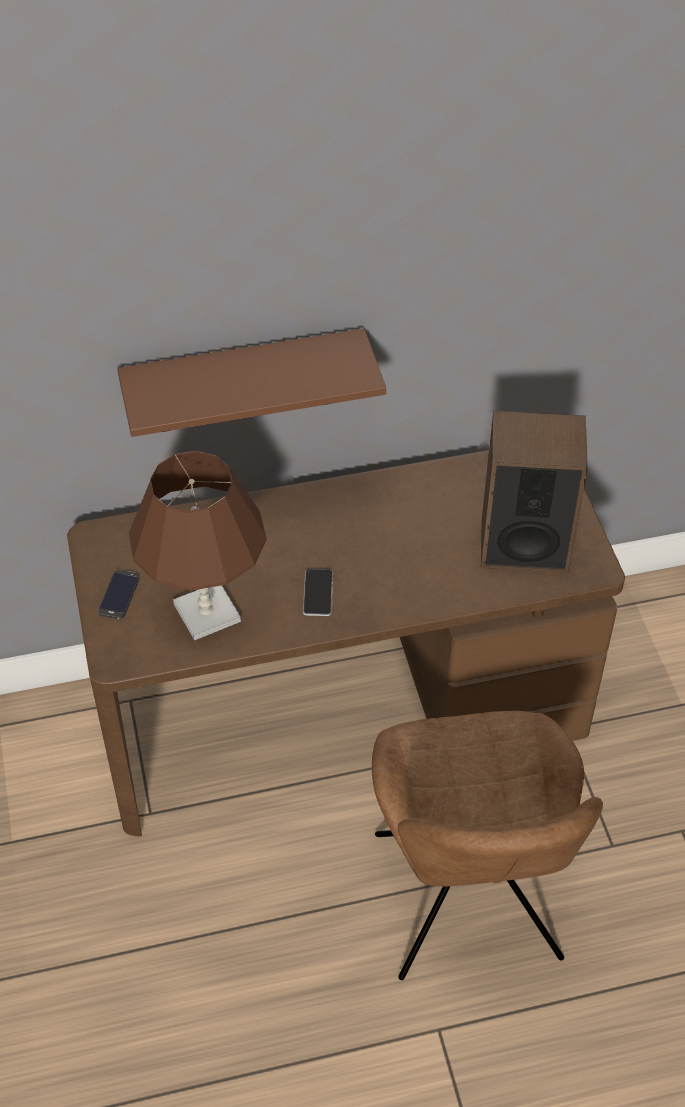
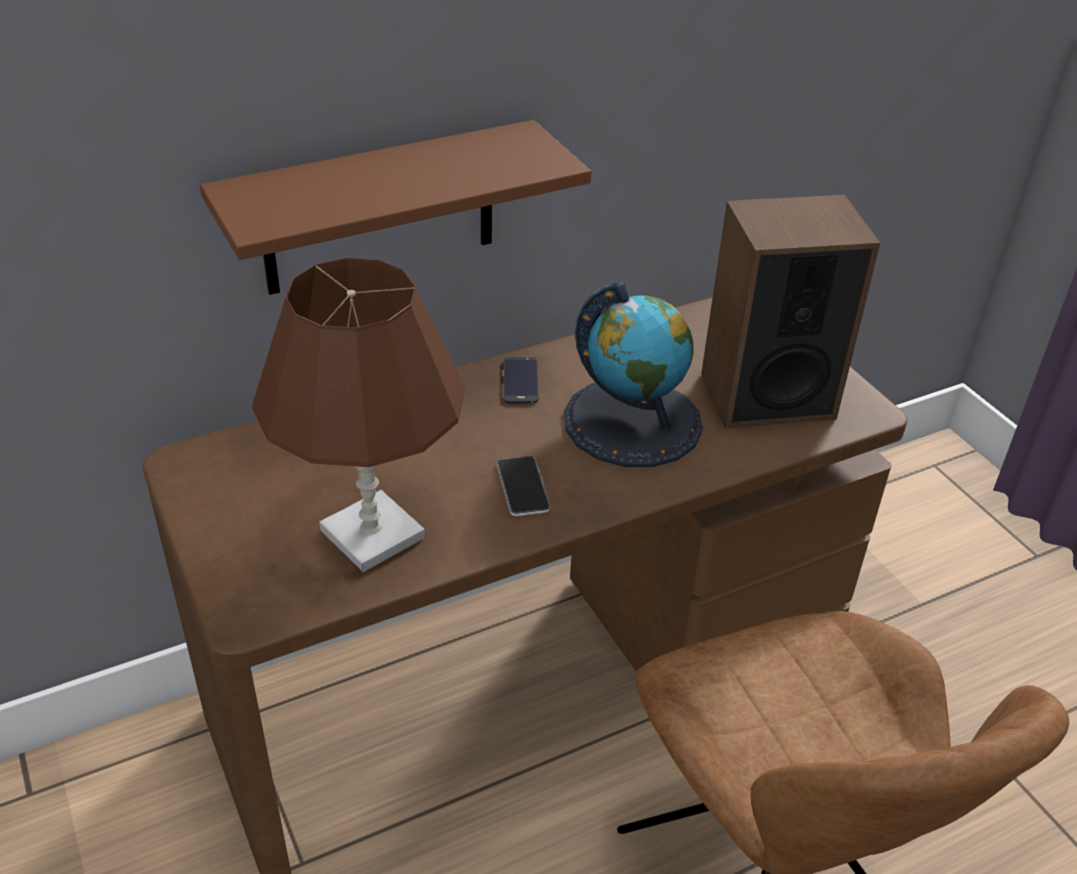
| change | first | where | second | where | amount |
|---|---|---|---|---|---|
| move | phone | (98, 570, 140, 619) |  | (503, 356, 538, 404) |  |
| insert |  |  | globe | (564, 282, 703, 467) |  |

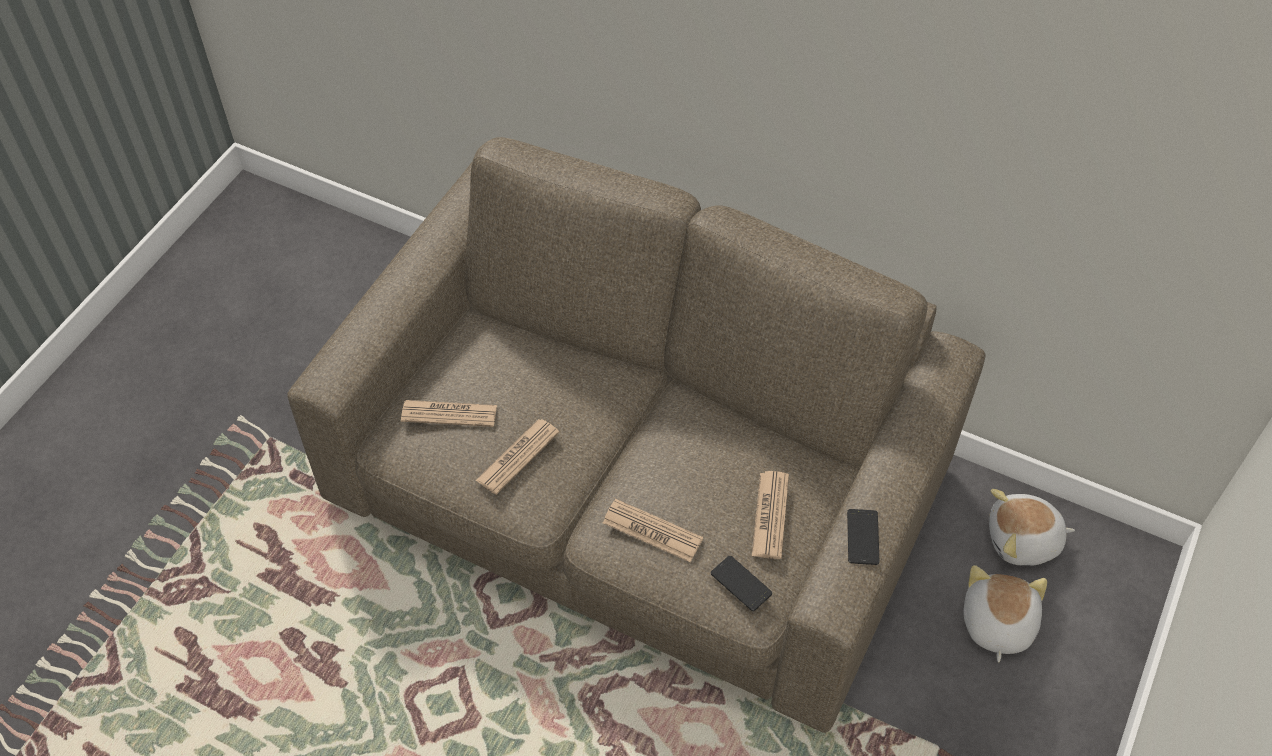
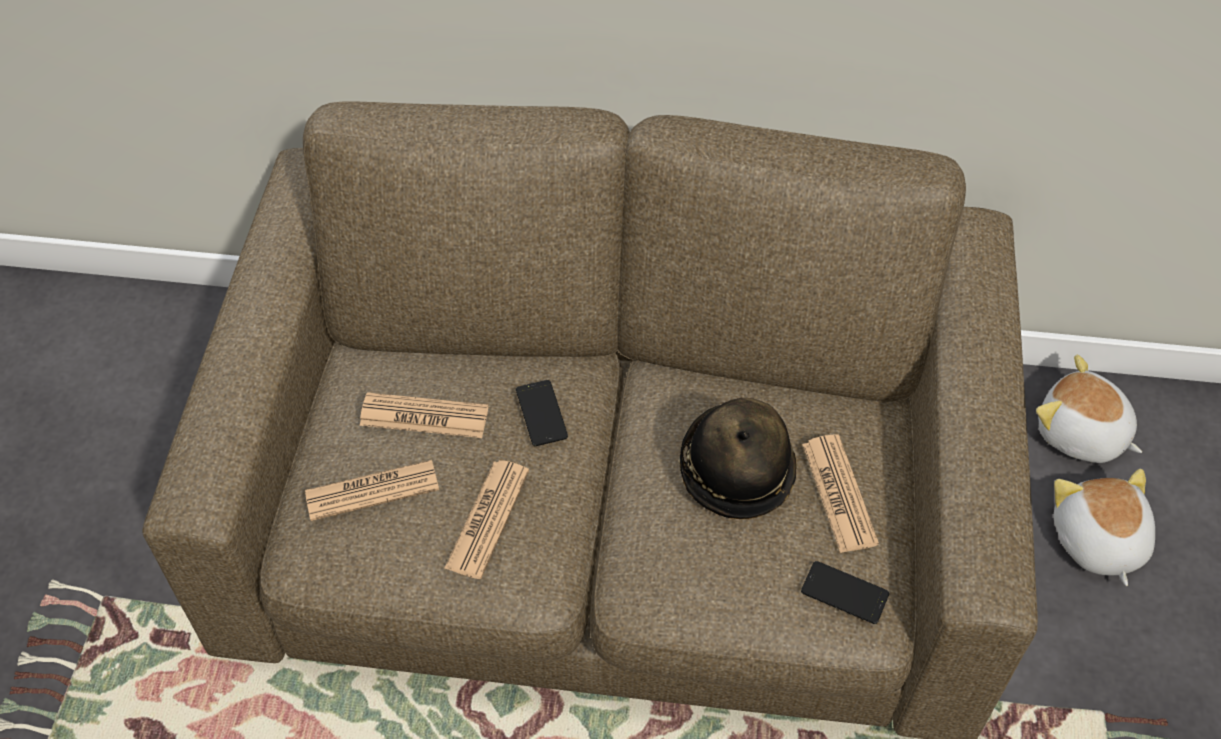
| change | first | where | second | where | amount |
|---|---|---|---|---|---|
| move | newspaper | (603, 499, 703, 562) |  | (360, 392, 488, 438) |  |
| move | phone | (847, 509, 879, 565) |  | (516, 380, 568, 446) |  |
| insert |  |  | hat | (680, 398, 797, 519) |  |
| rotate | plush toy | (989, 489, 1075, 565) |  | (1036, 355, 1142, 463) | 60 degrees clockwise |

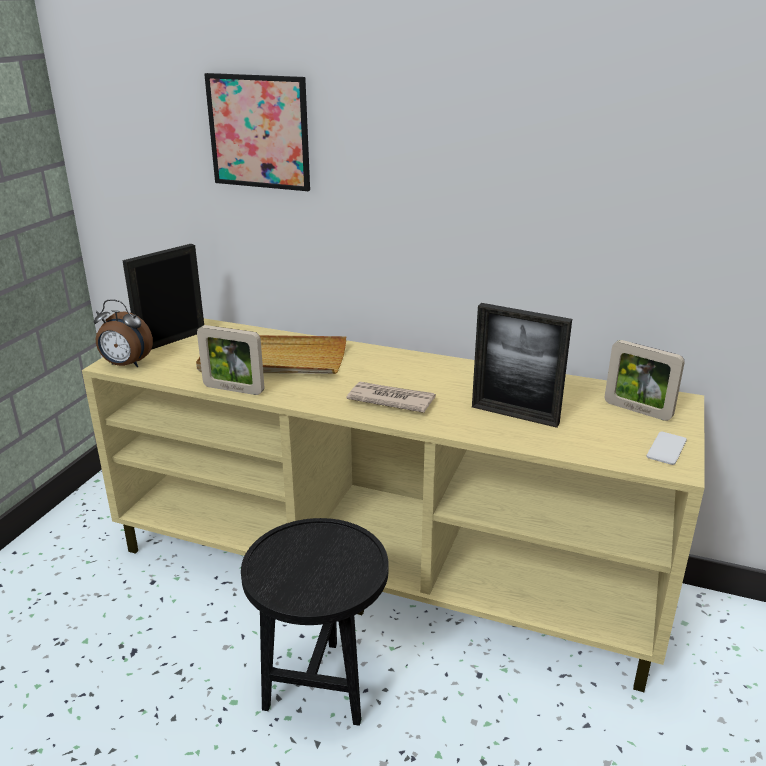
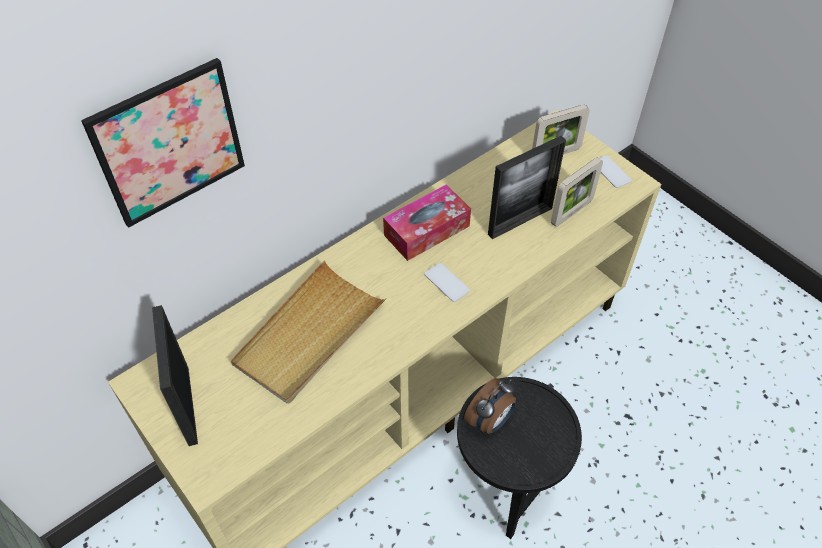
| change | first | where | second | where | amount |
|---|---|---|---|---|---|
| insert |  |  | tissue box | (383, 184, 471, 261) |  |
| replace | newspaper | (347, 382, 436, 413) | phone | (424, 263, 470, 302) |  |
| move | alarm clock | (94, 299, 153, 367) |  | (464, 378, 516, 434) |  |
| move | picture frame | (197, 325, 264, 395) |  | (551, 157, 603, 227) |  |

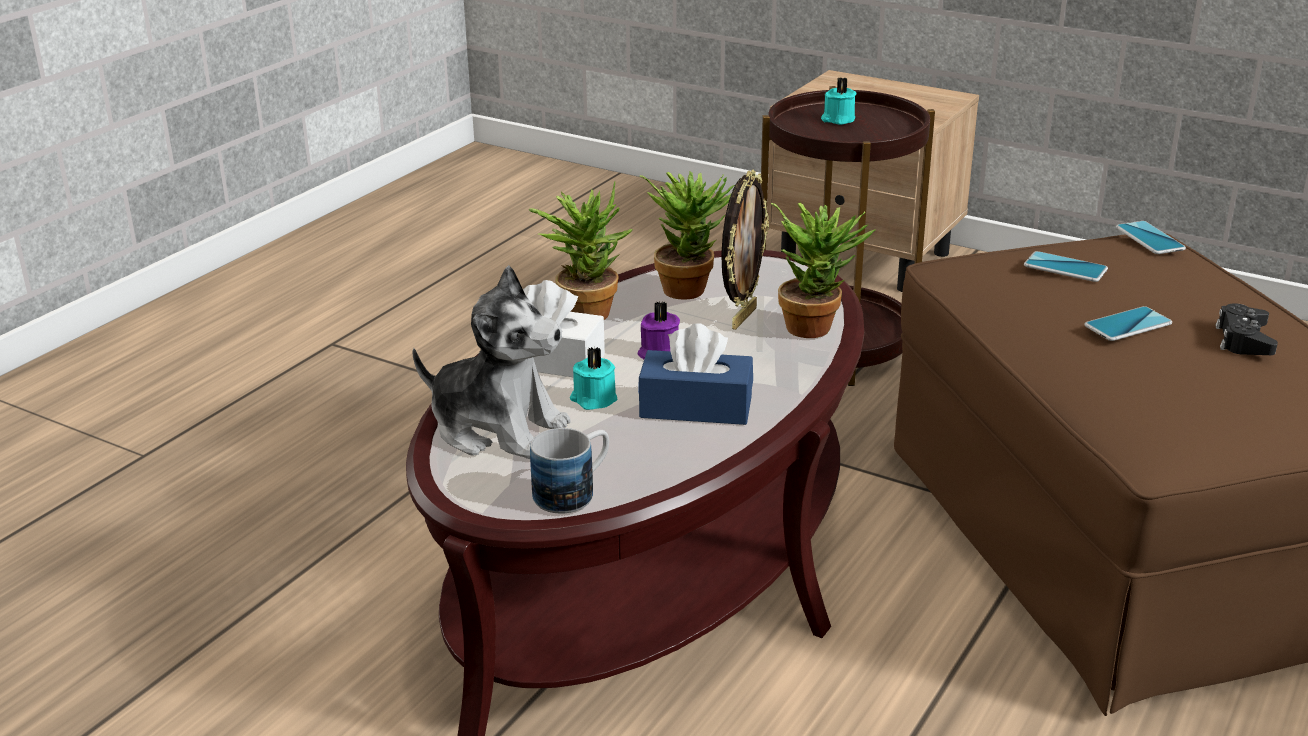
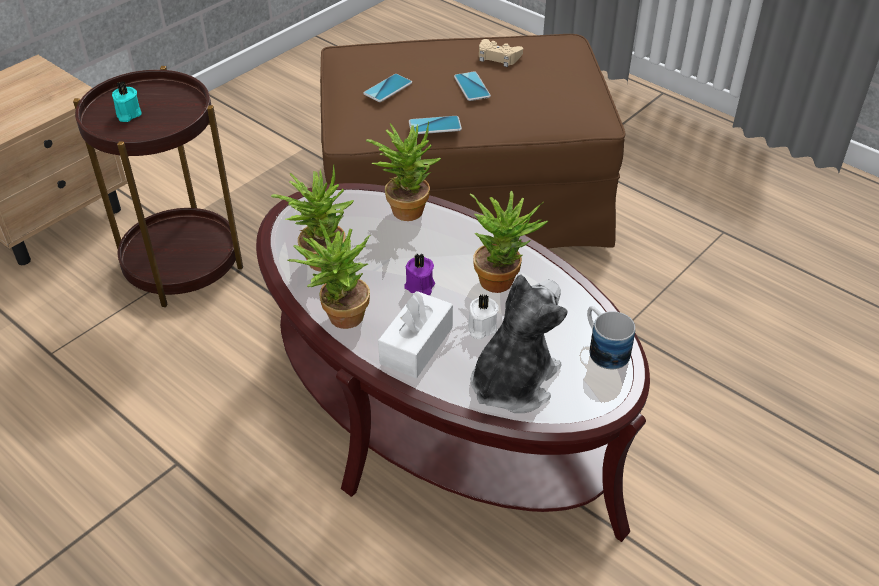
| change | first | where | second | where | amount |
|---|---|---|---|---|---|
| move | phone | (1116, 221, 1186, 254) |  | (409, 116, 462, 134) |  |
| recolor | turquoise candle | (570, 347, 617, 410) | white candle | (468, 294, 499, 339) |  |
| replace | blue tissue box | (638, 323, 753, 425) | potted plant | (470, 190, 548, 293) |  |
| recolor | black game controller | (1215, 303, 1278, 355) | beige game controller | (479, 39, 523, 67) |  |
| delete | picture frame | (721, 170, 769, 330) |  |  |  |

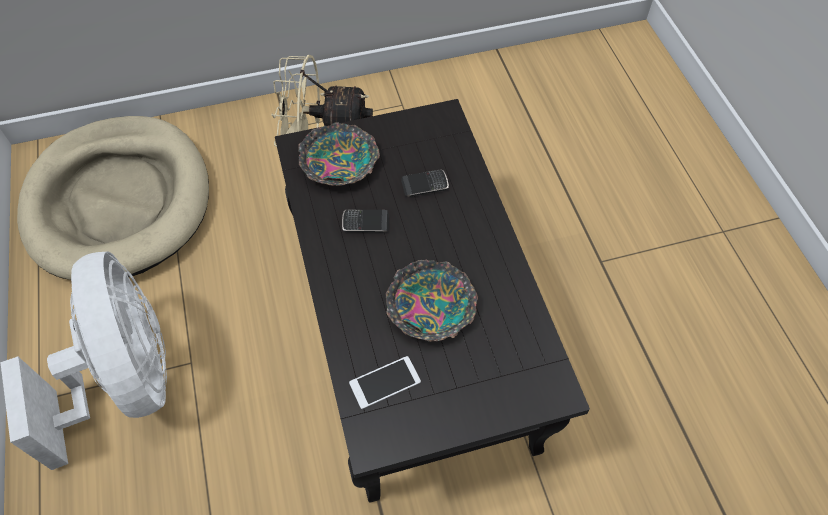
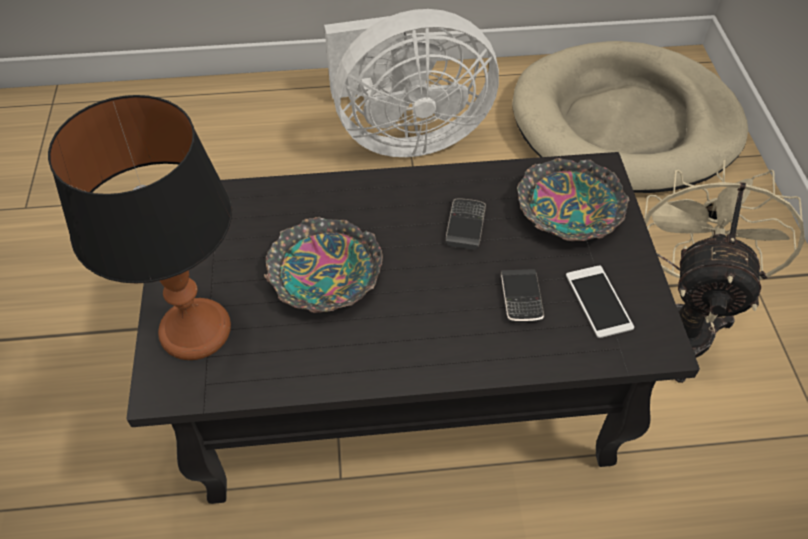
| change | first | where | second | where | amount |
|---|---|---|---|---|---|
| insert |  |  | table lamp | (48, 95, 232, 360) |  |
| move | phone | (349, 356, 421, 409) |  | (566, 266, 634, 338) |  |

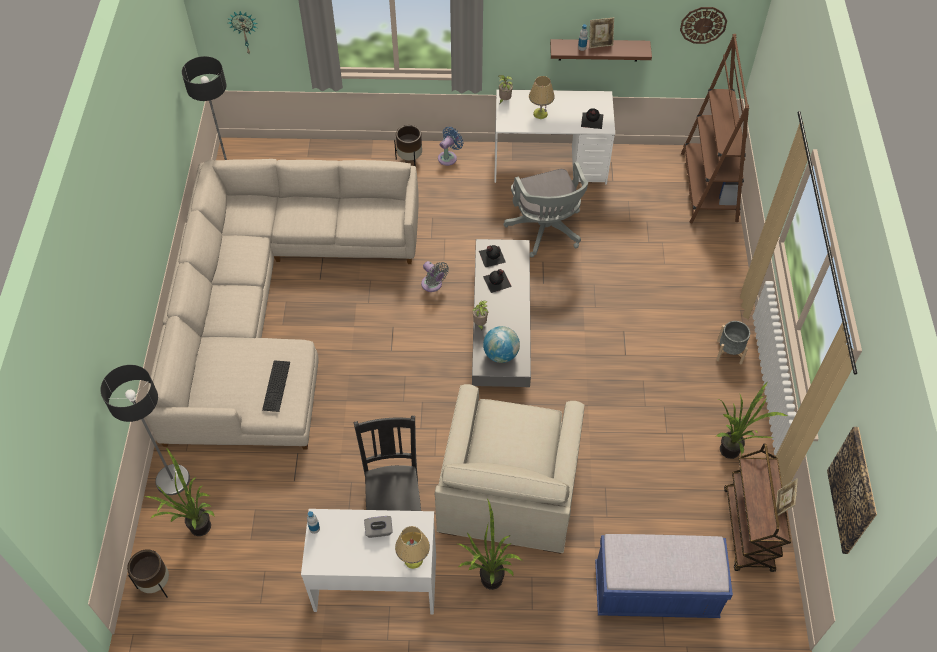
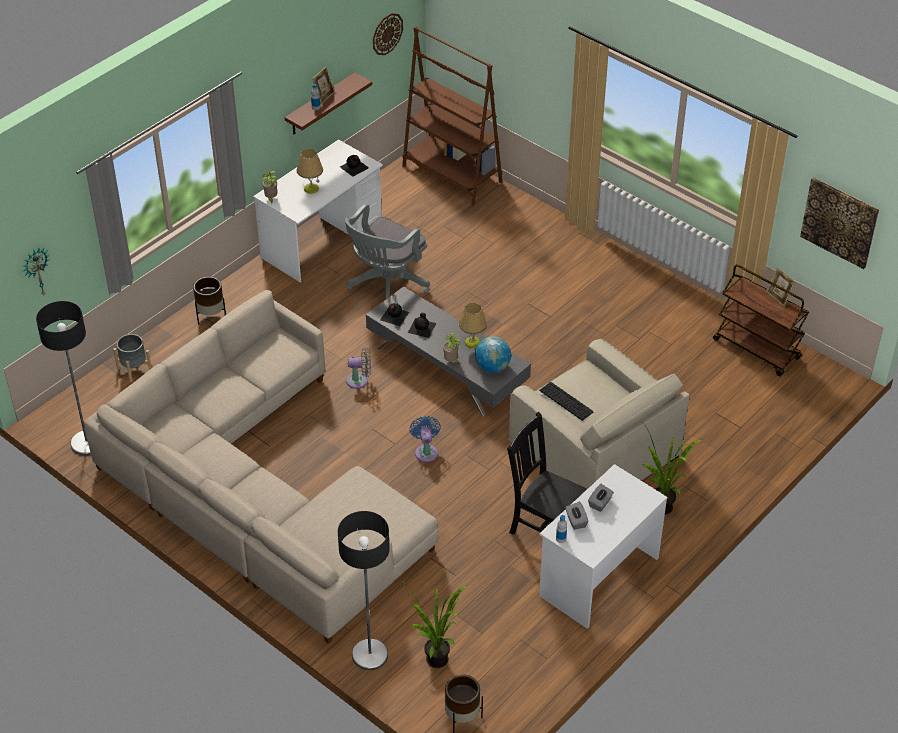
| change | first | where | second | where | amount |
|---|---|---|---|---|---|
| move | grey planter | (716, 321, 750, 364) |  | (113, 334, 152, 382) |  |
| rotate | grey office chair | (504, 162, 588, 257) |  | (345, 204, 430, 299) | 105 degrees clockwise |
| move | blue fan | (438, 126, 463, 166) |  | (410, 416, 441, 462) |  |
| move | table lamp | (395, 526, 430, 569) |  | (459, 303, 487, 348) |  |
| move | keyboard | (262, 360, 290, 412) |  | (539, 382, 594, 421) |  |
| insert |  |  | grey tissue box | (565, 502, 588, 530) |  |
| delete | blue bench | (595, 534, 733, 618) |  |  |  |
| delete | potted plant | (715, 383, 787, 459) |  |  |  |

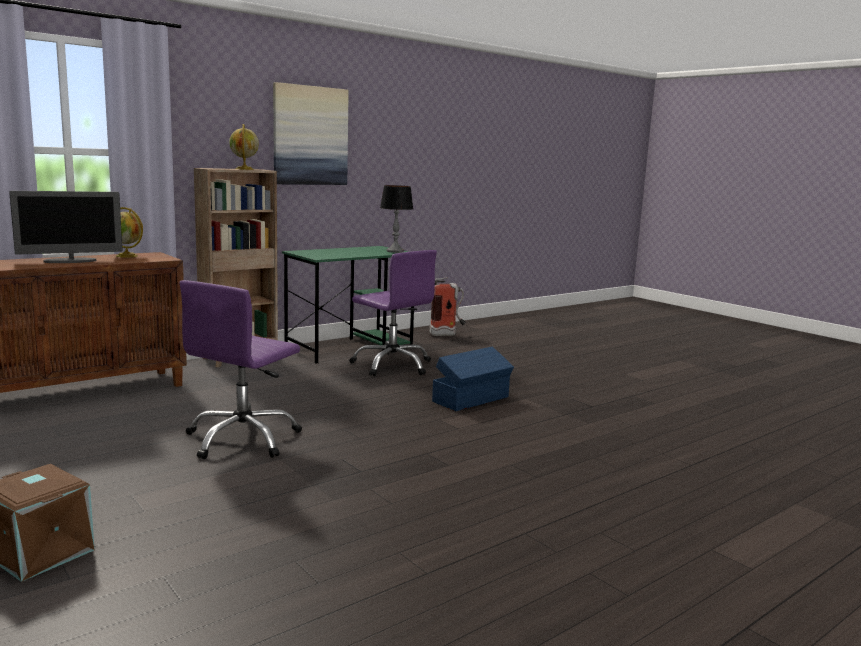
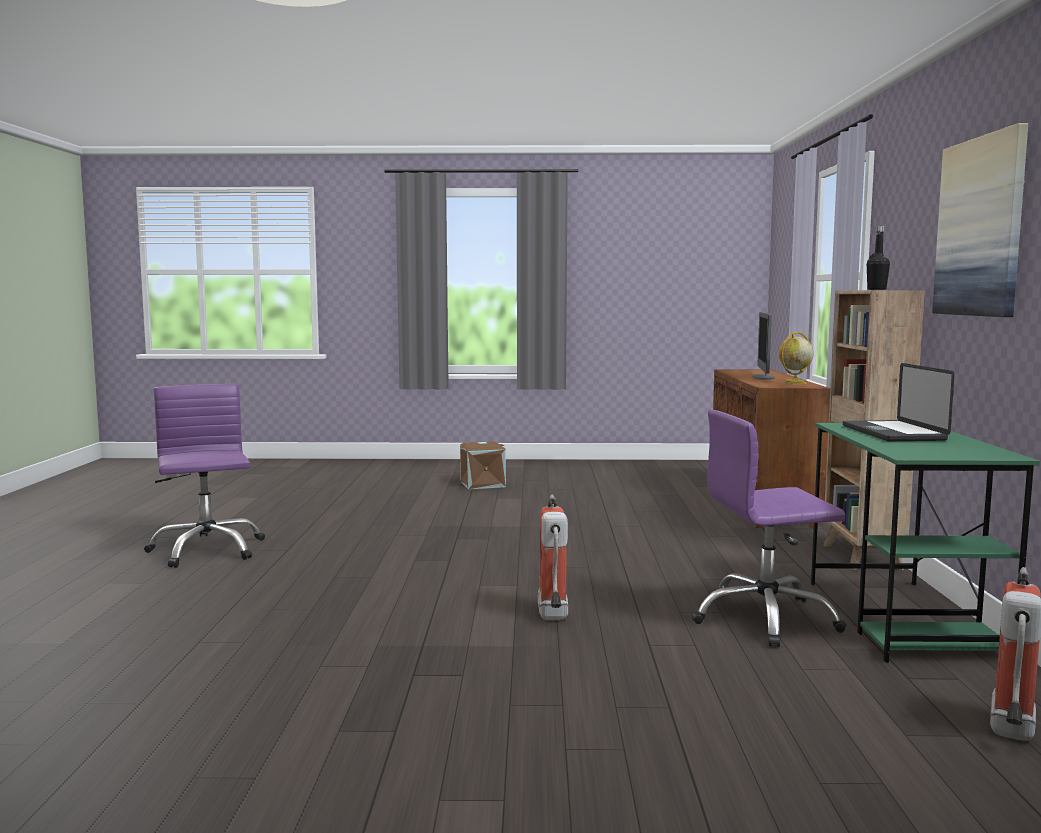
| change | first | where | second | where | amount |
|---|---|---|---|---|---|
| move | purple office chair | (180, 280, 302, 459) |  | (144, 384, 265, 568) |  |
| replace | blue storage box | (432, 347, 514, 411) | fire extinguisher | (538, 495, 568, 620) |  |
| insert |  |  | laptop | (843, 363, 955, 441) |  |
| replace | globe | (229, 124, 259, 170) | black bottle | (867, 226, 890, 290) |  |
| delete | table lamp | (380, 185, 413, 253) |  |  |  |

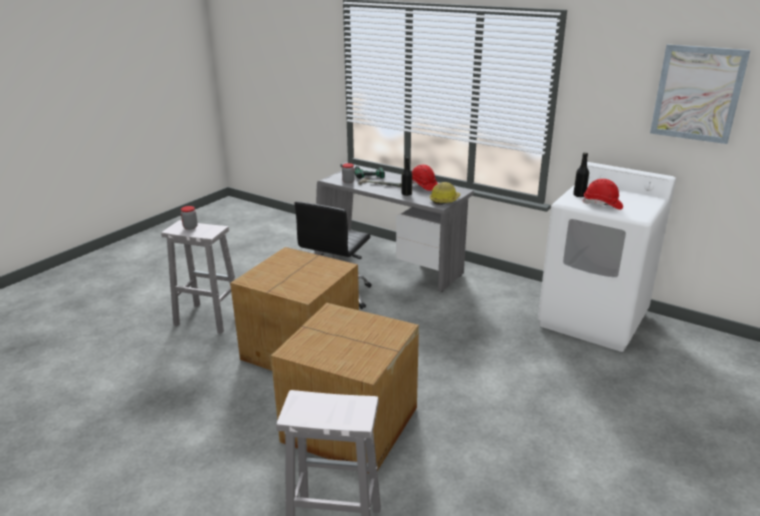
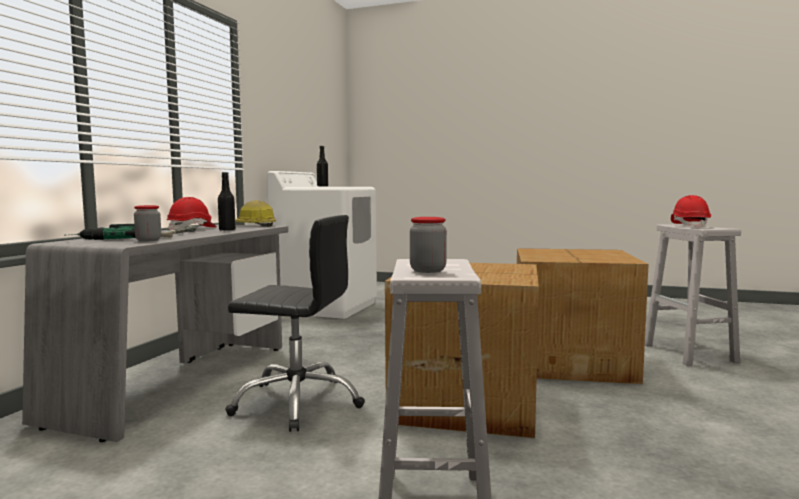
| change | first | where | second | where | amount |
|---|---|---|---|---|---|
| move | red hard hat | (582, 179, 623, 210) |  | (671, 195, 711, 227) |  |
| delete | picture | (650, 44, 751, 144) |  |  |  |

